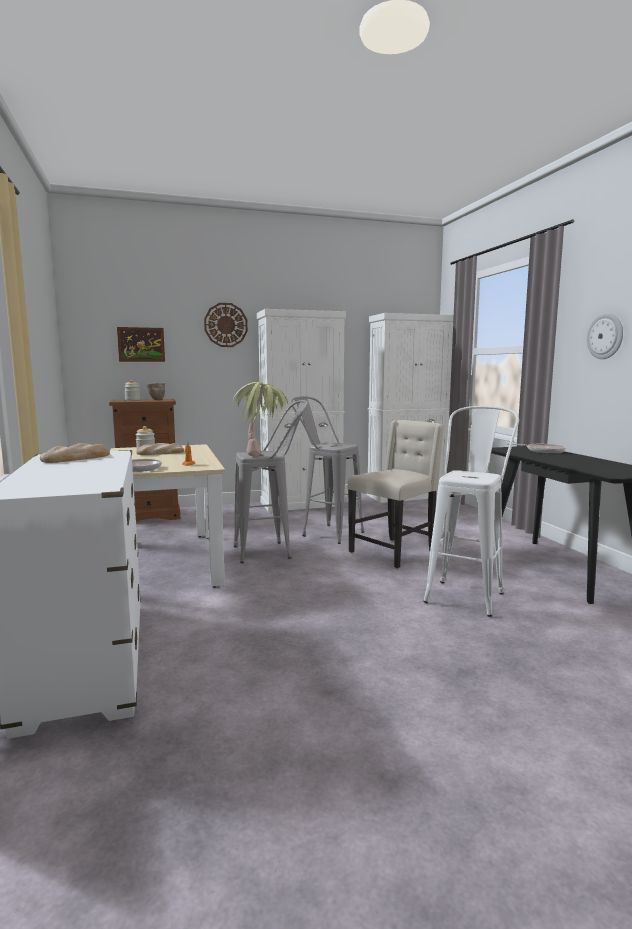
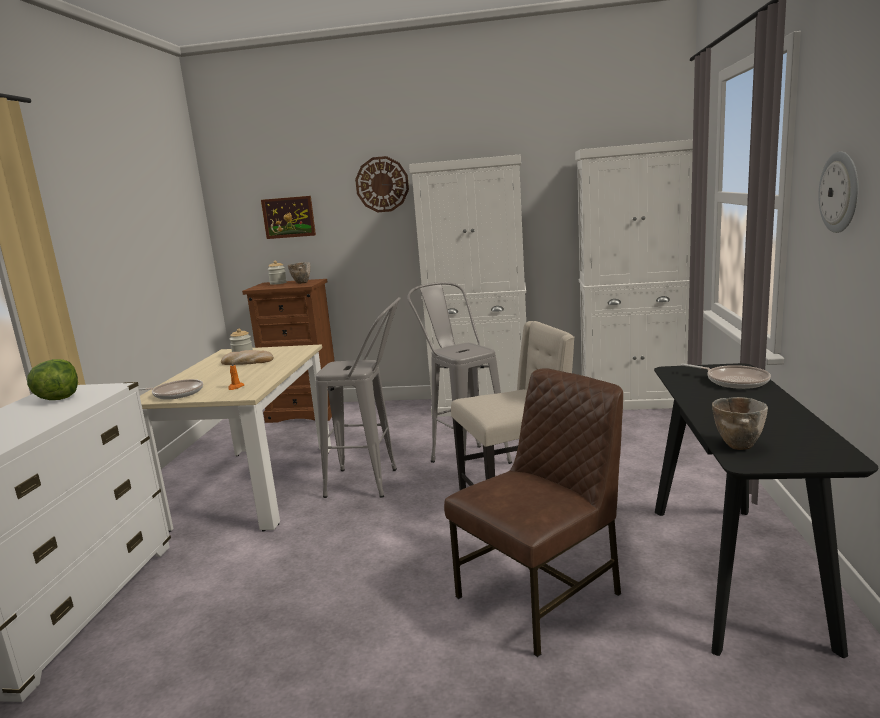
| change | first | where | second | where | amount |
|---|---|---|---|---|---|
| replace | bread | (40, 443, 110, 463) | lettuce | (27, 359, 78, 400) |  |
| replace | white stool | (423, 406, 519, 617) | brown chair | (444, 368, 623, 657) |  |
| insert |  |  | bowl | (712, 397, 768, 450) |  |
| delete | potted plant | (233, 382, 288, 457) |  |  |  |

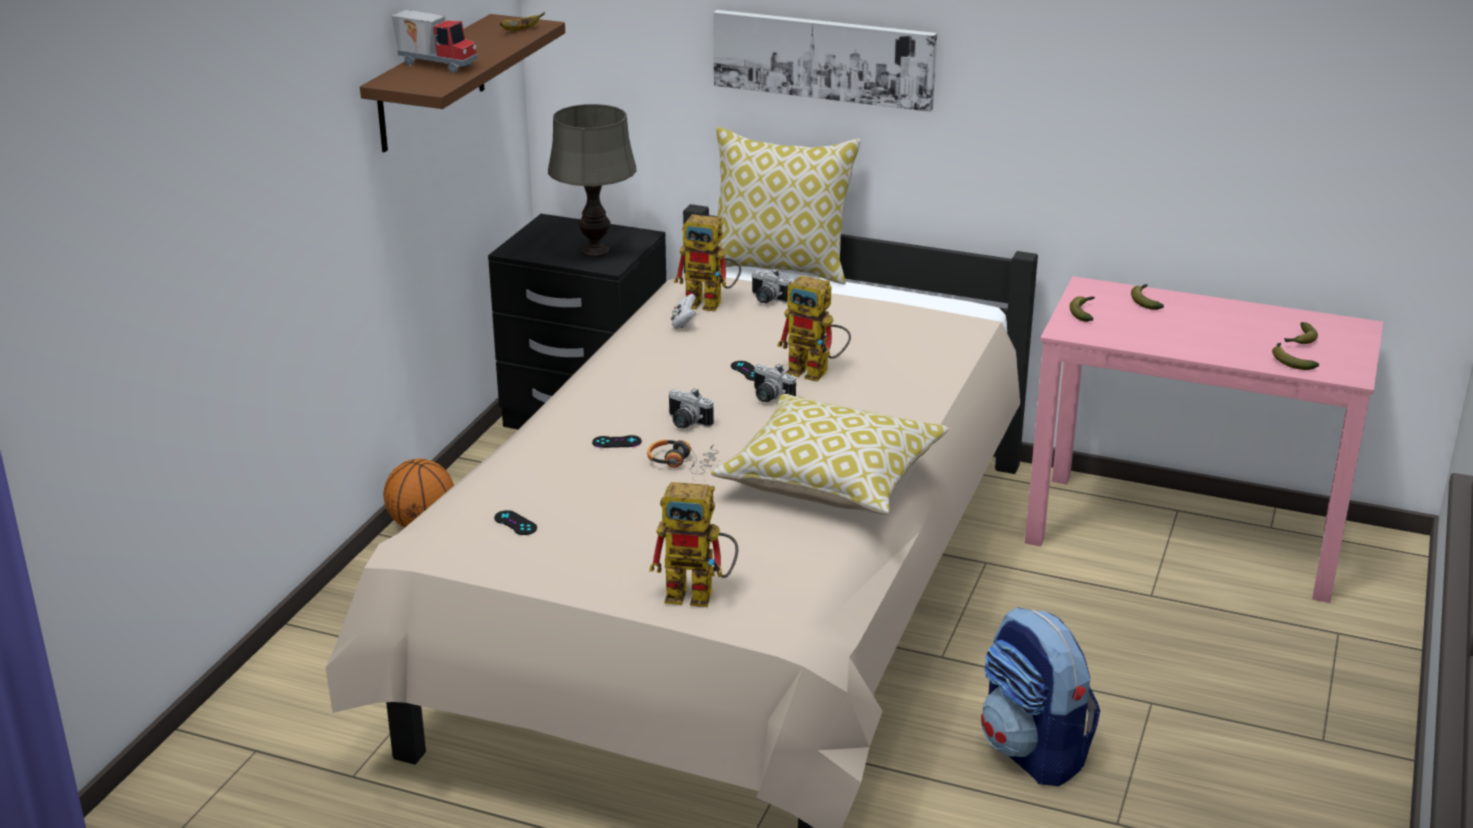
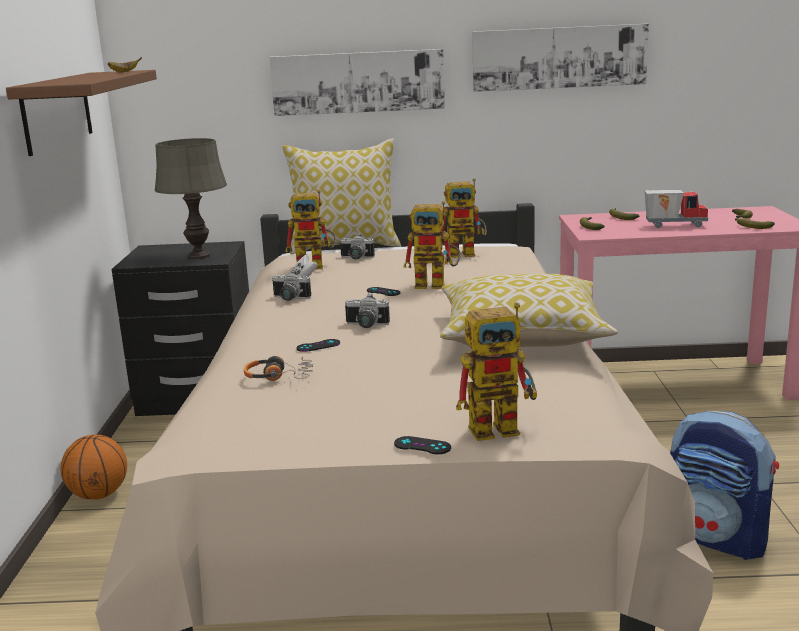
| change | first | where | second | where | amount |
|---|---|---|---|---|---|
| move | headphones | (647, 439, 719, 474) |  | (244, 356, 313, 381) |  |
| move | photo camera | (753, 364, 796, 402) |  | (272, 270, 311, 301) |  |
| move | black game controller | (494, 510, 537, 535) |  | (394, 436, 451, 454) |  |
| insert |  |  | toy robot | (441, 178, 487, 258) |  |
| insert |  |  | picture | (472, 24, 649, 92) |  |
| move | toy truck | (391, 10, 478, 73) |  | (645, 190, 708, 228) |  |

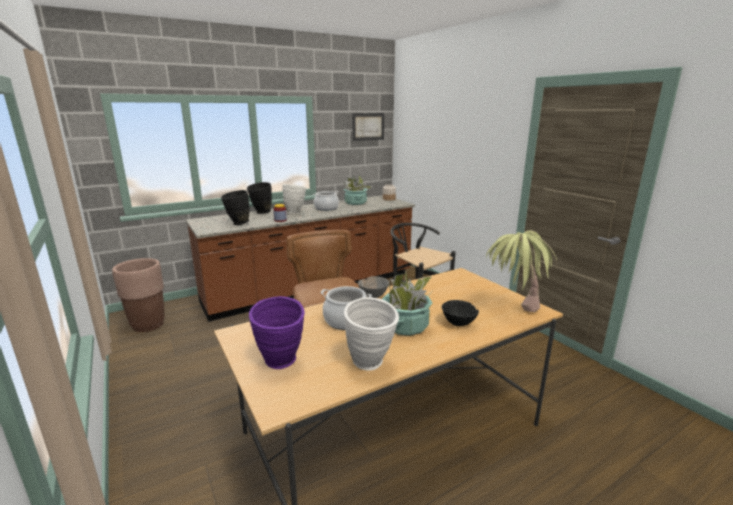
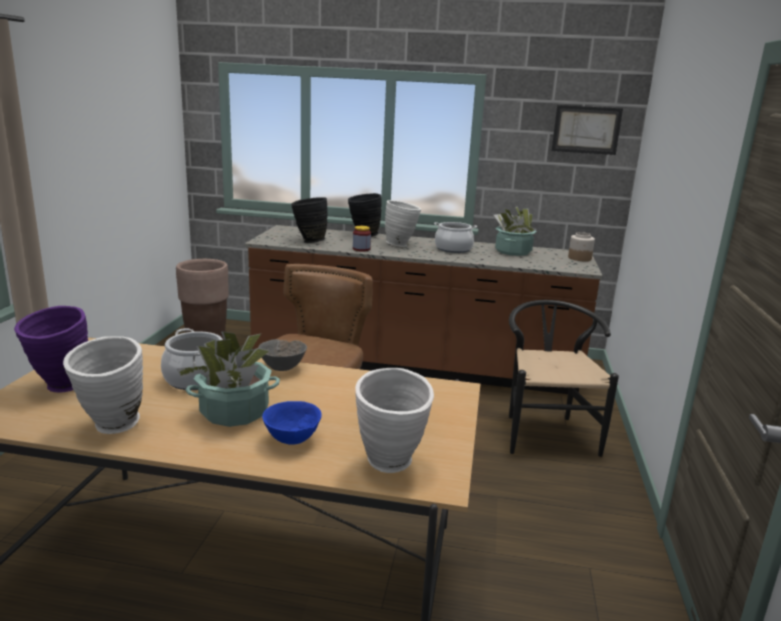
| change | first | where | second | where | amount |
|---|---|---|---|---|---|
| recolor | black bowl | (442, 300, 479, 326) | blue bowl | (262, 401, 322, 445) |  |
| replace | potted plant | (486, 230, 557, 312) | white vase | (355, 368, 434, 473) |  |

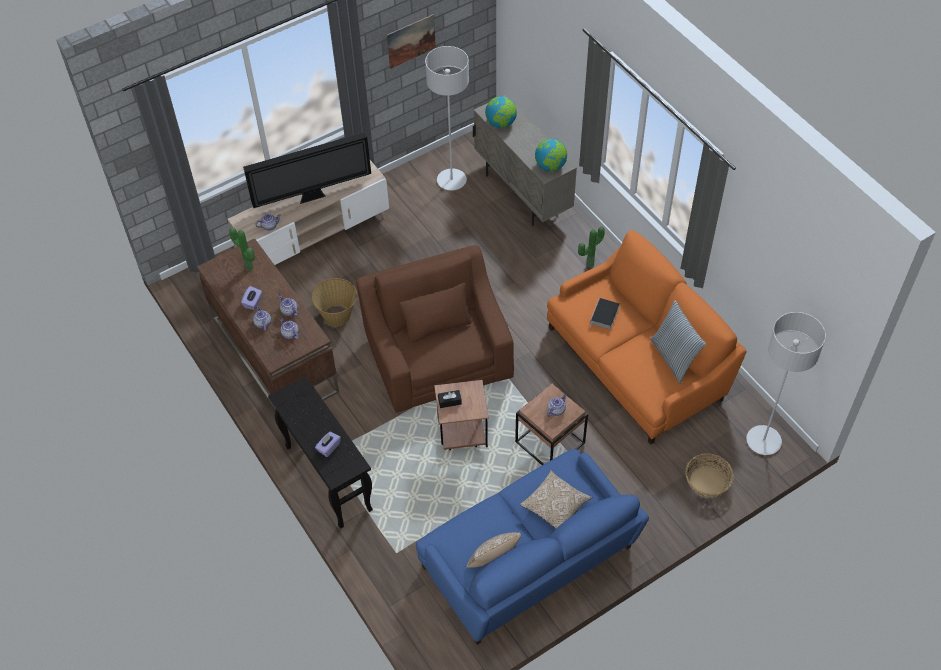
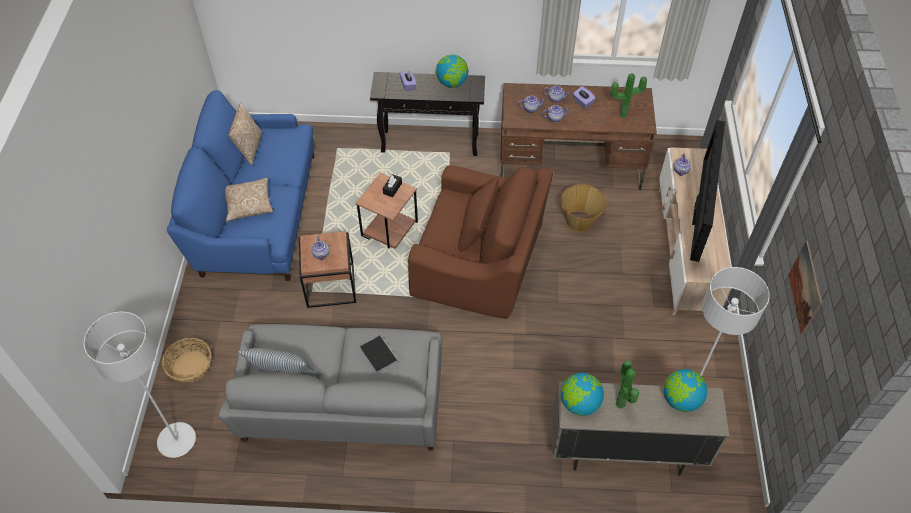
| change | first | where | second | where | amount |
|---|---|---|---|---|---|
| recolor | orange sofa | (547, 230, 747, 445) | grey sofa | (219, 324, 442, 451) |  |
| insert |  |  | globe | (436, 55, 468, 88) |  |
| move | potted plant | (578, 227, 605, 268) |  | (616, 360, 639, 409) |  |

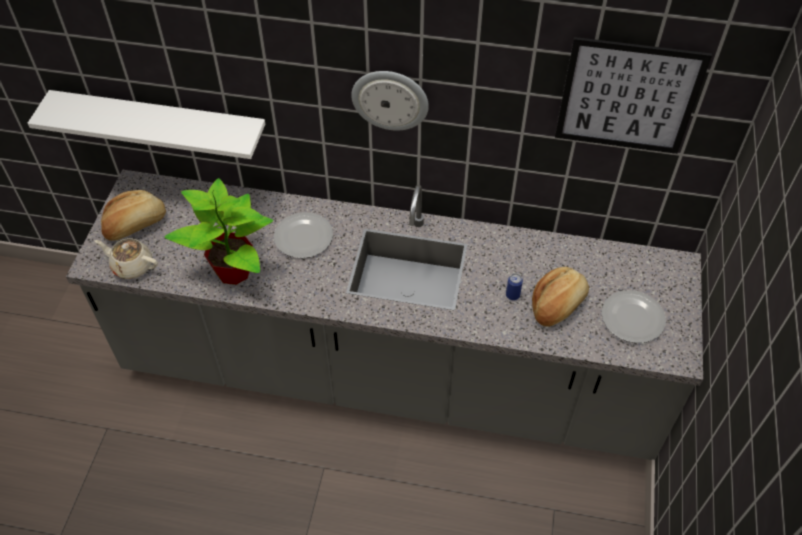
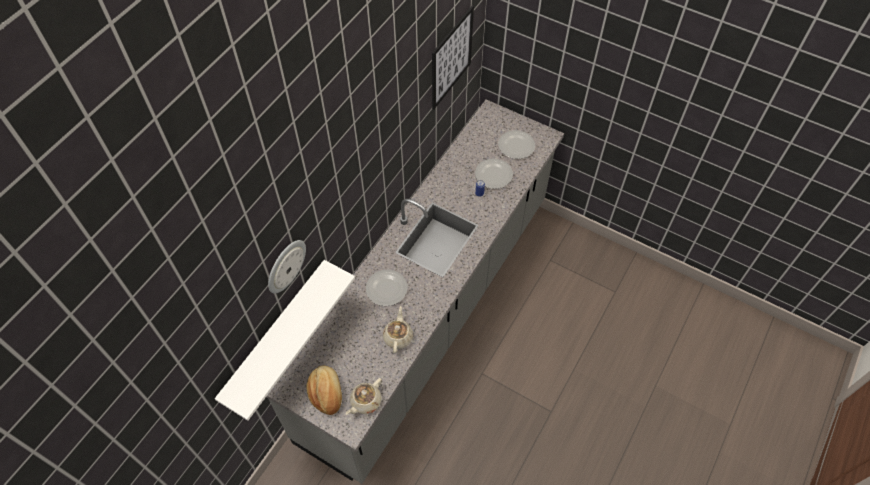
| change | first | where | second | where | amount |
|---|---|---|---|---|---|
| move | wall clock | (351, 71, 429, 131) |  | (268, 240, 306, 294) |  |
| replace | potted plant | (165, 178, 273, 285) | beige teapot | (383, 306, 413, 353) |  |
| replace | bread | (532, 267, 589, 327) | plate | (475, 159, 513, 189) |  |

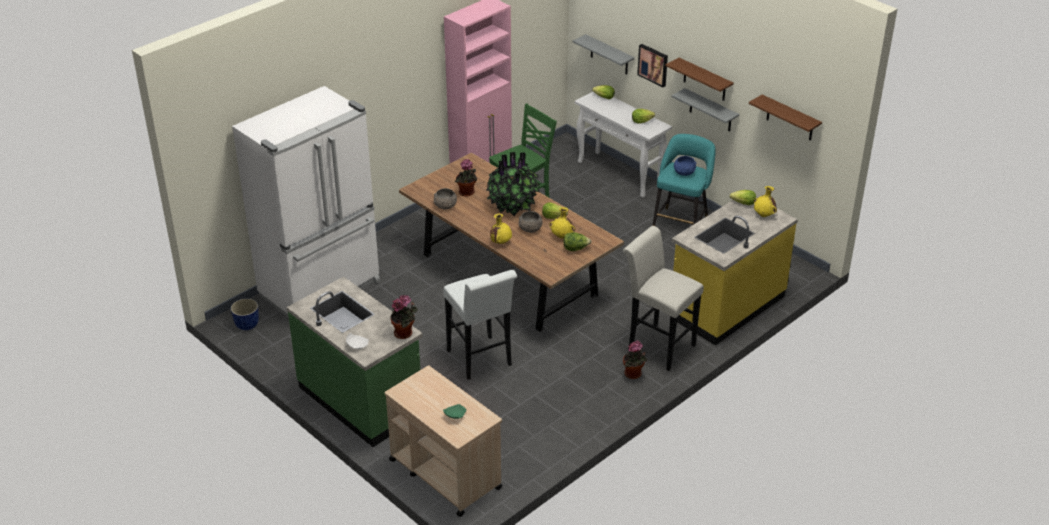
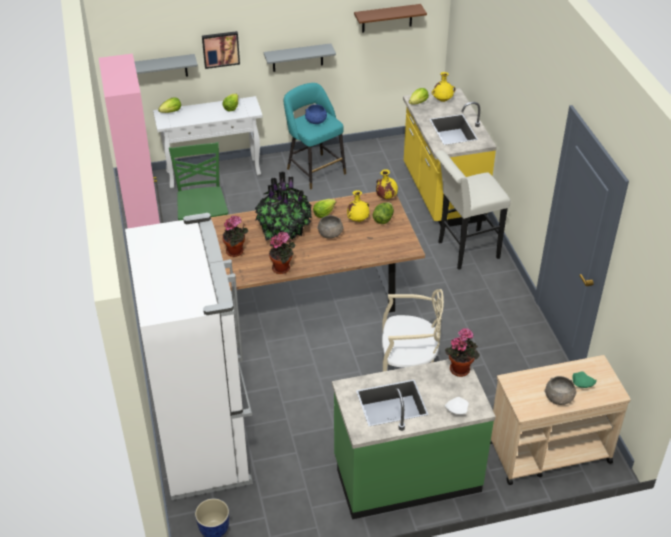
| change | first | where | second | where | amount |
|---|---|---|---|---|---|
| move | potted plant | (623, 340, 647, 379) |  | (269, 232, 296, 274) |  |
| move | yellow vase | (490, 214, 512, 244) |  | (376, 169, 398, 199) |  |
| replace | white stool | (443, 270, 517, 380) | beige chair | (382, 289, 444, 372) |  |
| move | grey bowl | (434, 188, 457, 209) |  | (544, 376, 577, 405) |  |
| delete | brown shelf | (665, 58, 734, 101) |  |  |  |

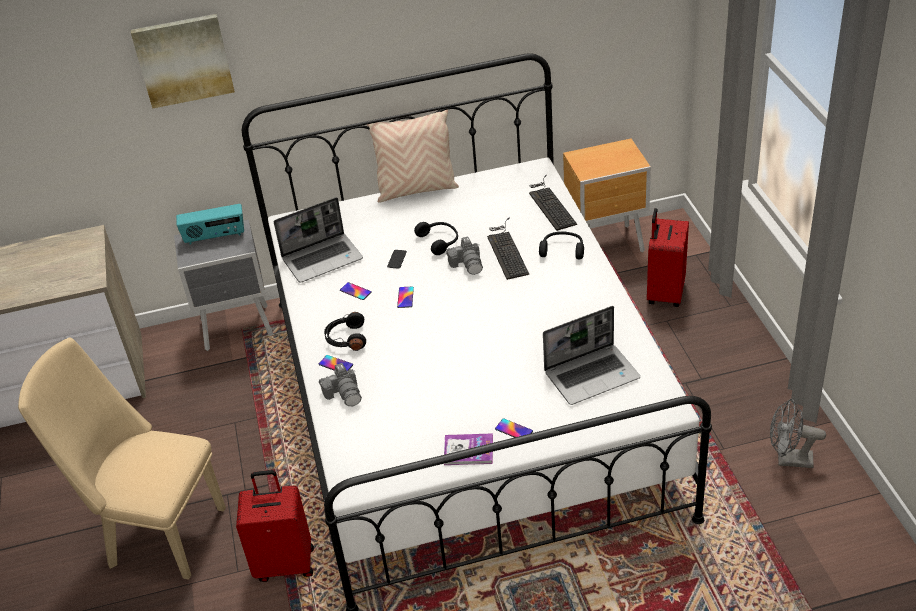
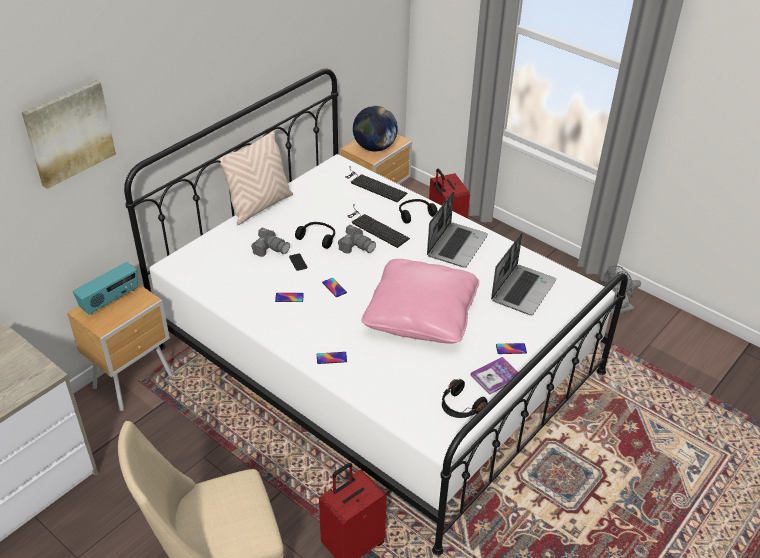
| change | first | where | second | where | amount |
|---|---|---|---|---|---|
| recolor | grey nightstand | (174, 220, 273, 351) | brown nightstand | (67, 284, 173, 411) |  |
| move | photo camera | (319, 363, 362, 406) |  | (251, 228, 290, 257) |  |
| insert |  |  | globe | (353, 106, 398, 151) |  |
| insert |  |  | pink pillow | (362, 259, 479, 344) |  |
| move | laptop | (274, 197, 363, 283) |  | (427, 191, 488, 268) |  |
| move | black headphones | (324, 312, 366, 351) |  | (442, 379, 488, 418) |  |

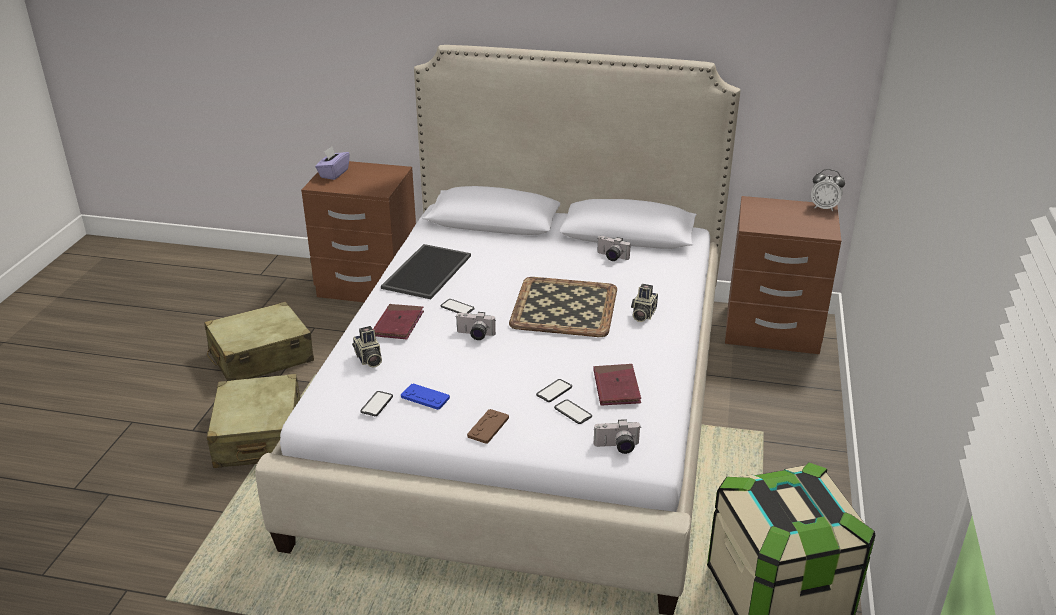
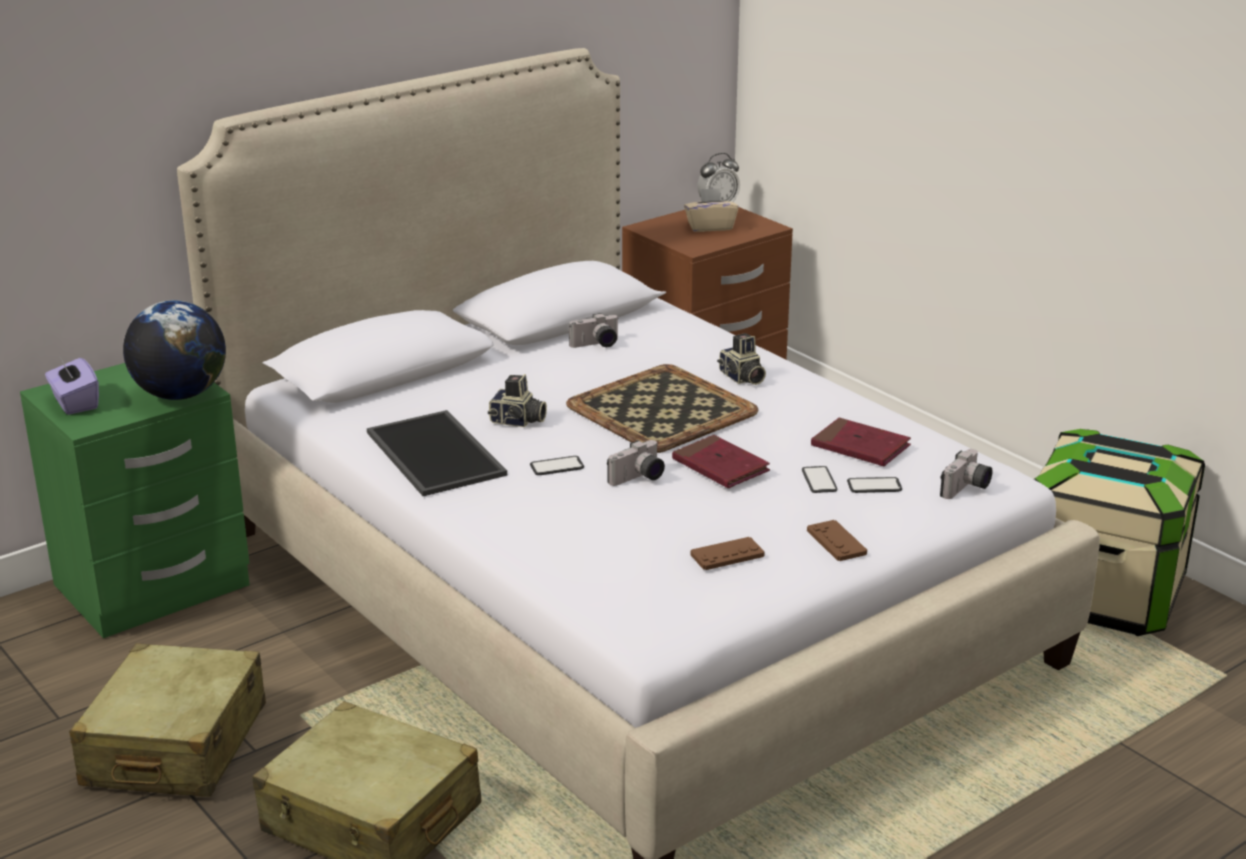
| change | first | where | second | where | amount |
|---|---|---|---|---|---|
| recolor | brown nightstand | (301, 161, 416, 302) | green nightstand | (20, 363, 250, 638) |  |
| insert |  |  | globe | (123, 300, 226, 400) |  |
| move | photo camera | (352, 326, 382, 368) |  | (488, 374, 547, 427) |  |
| move | red book | (373, 304, 424, 339) |  | (672, 435, 770, 488) |  |
| insert |  |  | beige tissue box | (684, 188, 738, 232) |  |
| recolor | blue game controller | (401, 383, 450, 410) | brown game controller | (690, 537, 765, 570) |  |
| delete | phone | (360, 391, 393, 416) |  |  |  |

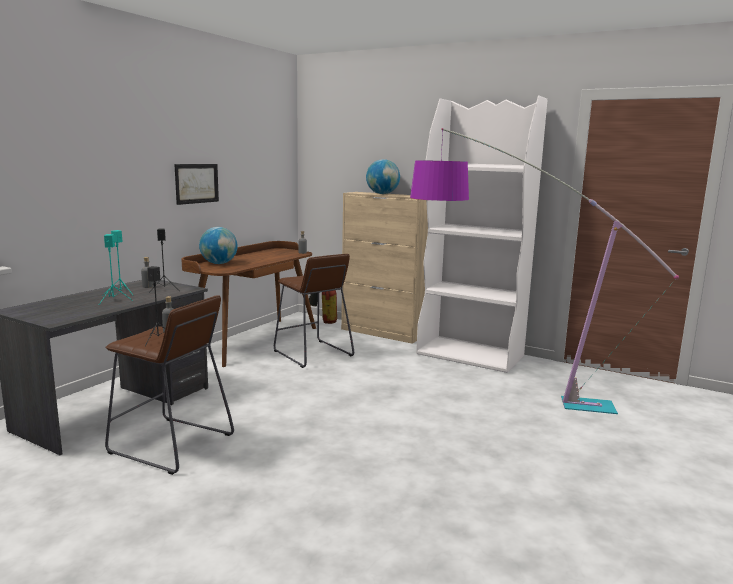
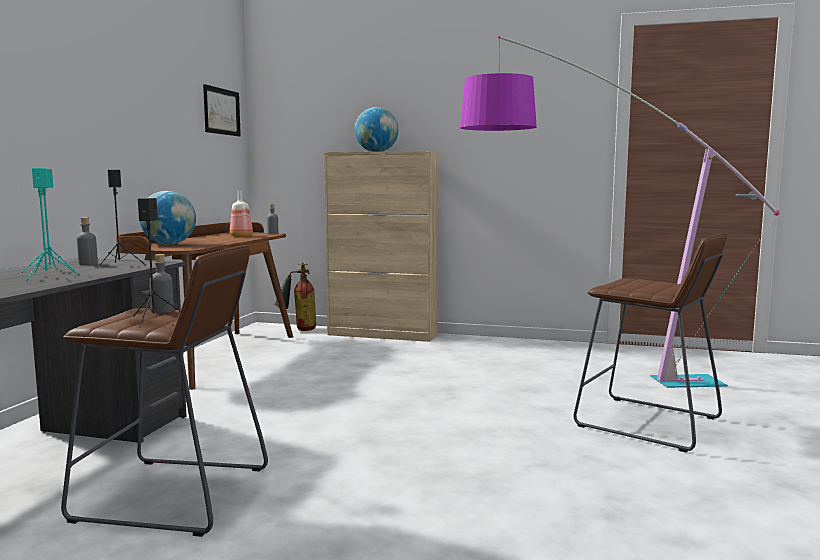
| change | first | where | second | where | amount |
|---|---|---|---|---|---|
| move | picture | (174, 164, 219, 205) |  | (203, 84, 241, 136) |  |
| insert |  |  | bottle | (230, 190, 253, 237) |  |
| move | brown stool | (274, 254, 354, 368) |  | (574, 233, 727, 452) |  |
| delete | white bookcase | (416, 96, 547, 373) |  |  |  |

